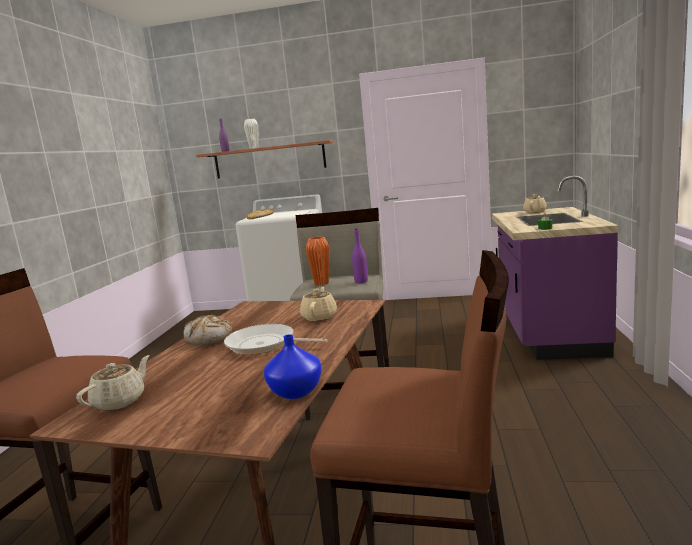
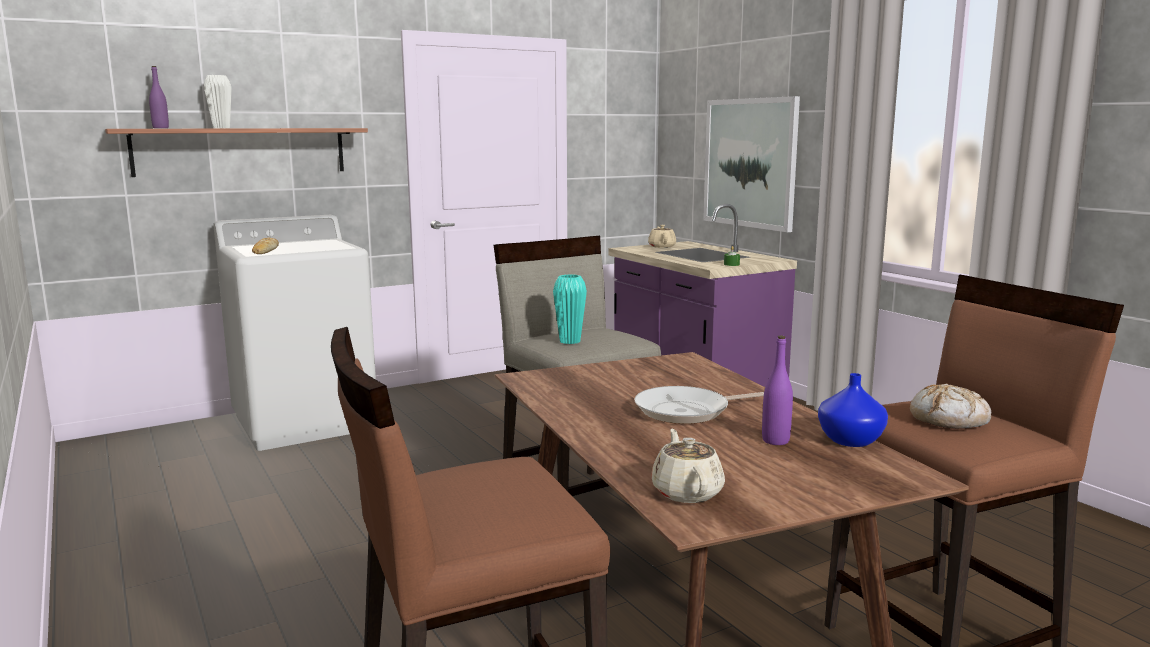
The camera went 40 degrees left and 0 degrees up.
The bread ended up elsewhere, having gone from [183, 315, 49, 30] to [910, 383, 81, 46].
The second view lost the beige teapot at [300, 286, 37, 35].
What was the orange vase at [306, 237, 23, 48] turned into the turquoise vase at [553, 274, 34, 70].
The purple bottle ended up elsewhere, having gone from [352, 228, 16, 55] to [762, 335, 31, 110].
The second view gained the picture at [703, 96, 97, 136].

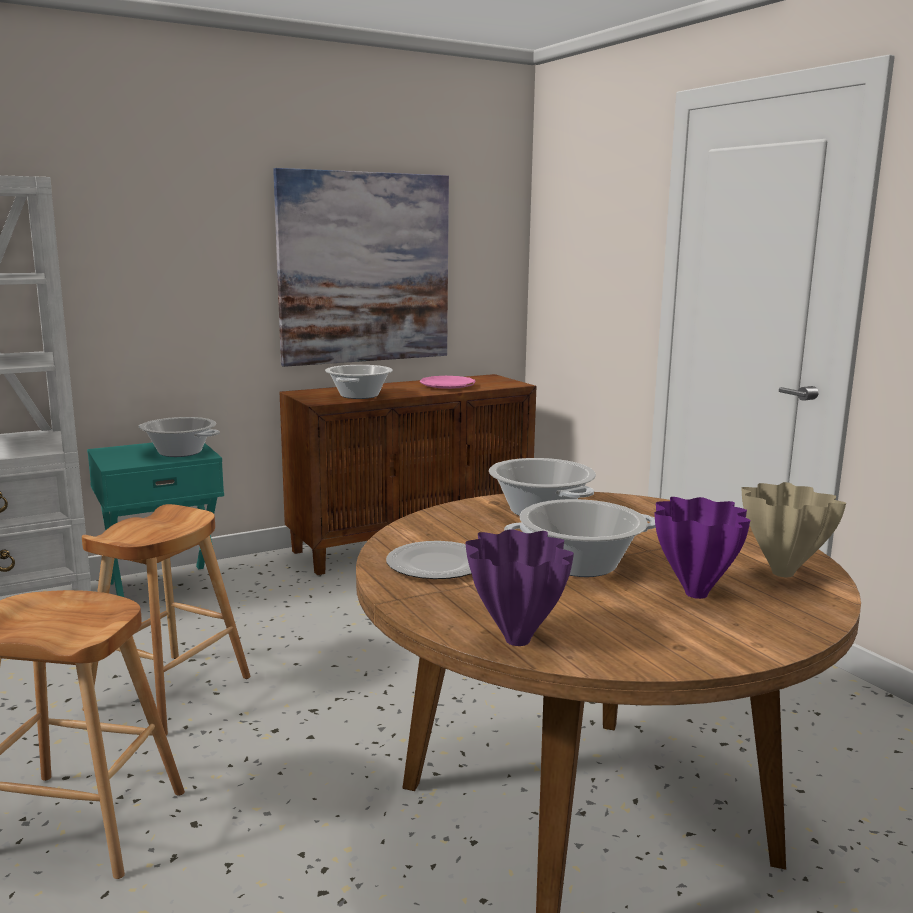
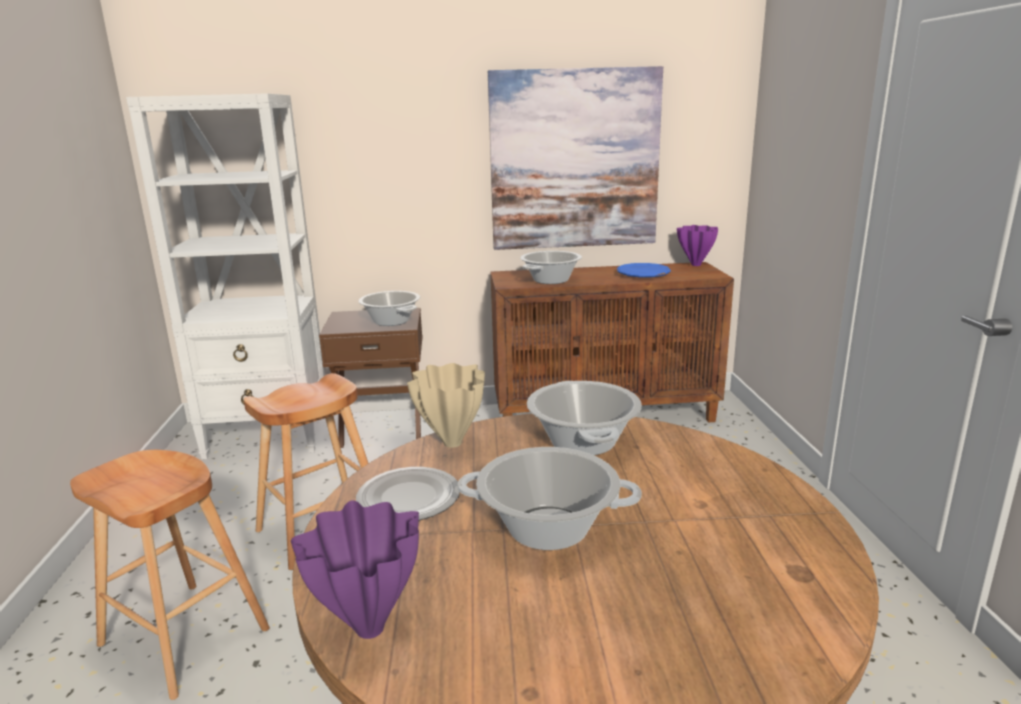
The camera went 25 degrees right and 5 degrees up.
What was the turquoise nightstand at [87, 443, 137, 154] turned into the brown nightstand at [319, 308, 104, 140].
What was the pink plate at [419, 376, 57, 13] turned into the blue plate at [617, 263, 54, 15].
The purple vase ended up elsewhere, having gone from [654, 497, 96, 102] to [677, 225, 41, 41].
The beige vase ended up elsewhere, having gone from [741, 482, 105, 95] to [407, 363, 78, 85].

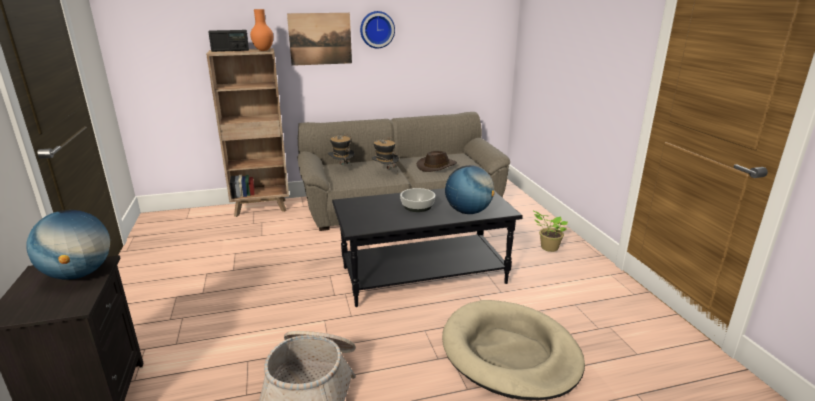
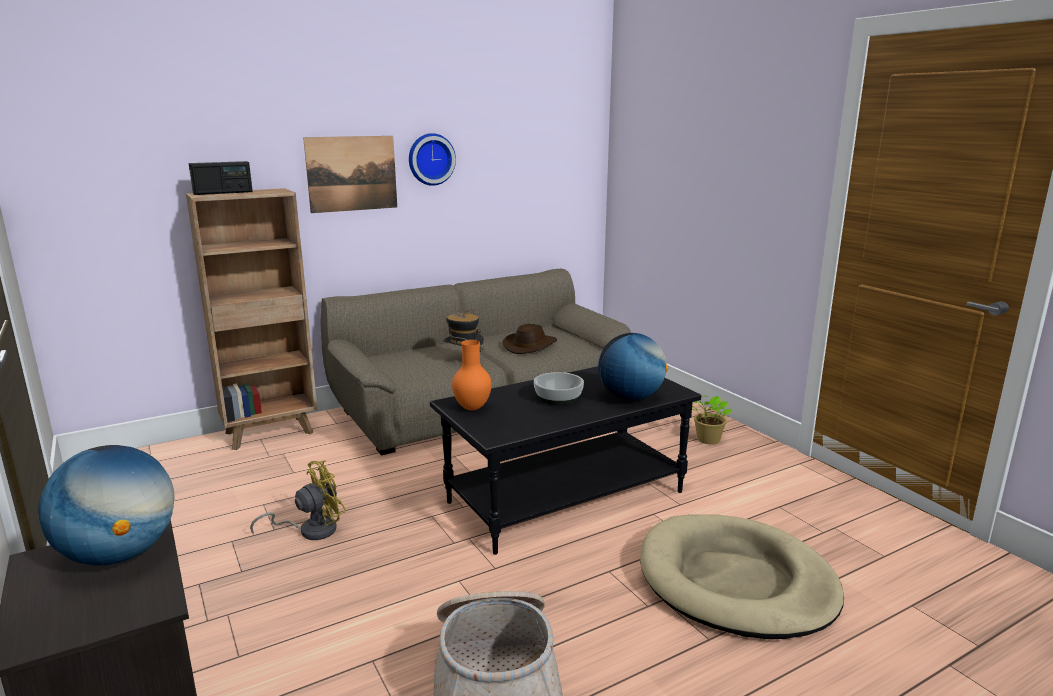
The camera went 15 degrees left and 5 degrees down.
The orange vase ended up elsewhere, having gone from [250, 9, 23, 42] to [452, 340, 40, 70].
The second view lost the hat at [328, 134, 26, 38].
The second view gained the yellow fan at [250, 460, 96, 80].

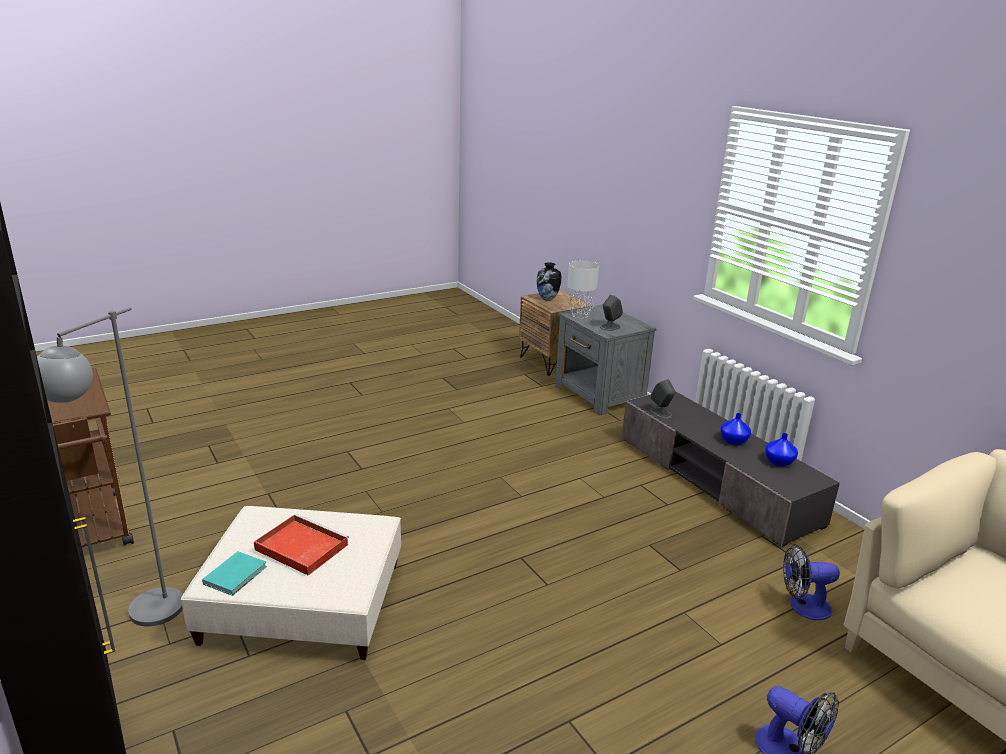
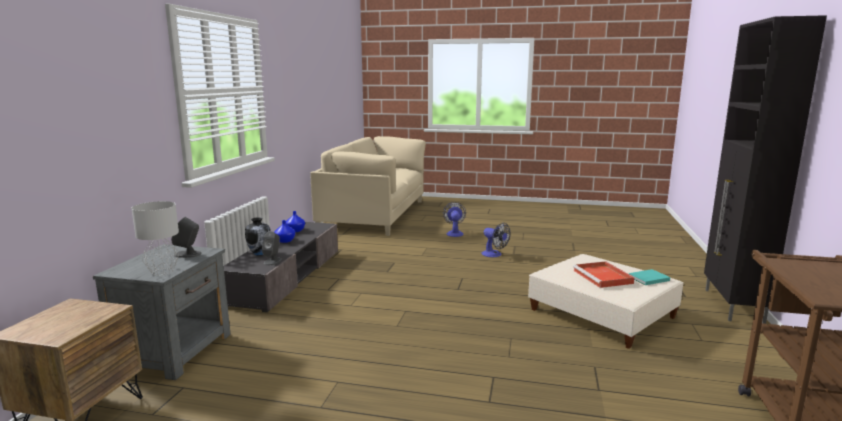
The camera went 135 degrees left and 10 degrees down.
The second view lost the grey floor lamp at [37, 307, 146, 319].
The vase ended up elsewhere, having gone from [536, 262, 25, 39] to [245, 217, 26, 38].
The fan ended up elsewhere, having gone from [783, 544, 57, 76] to [481, 223, 30, 34].

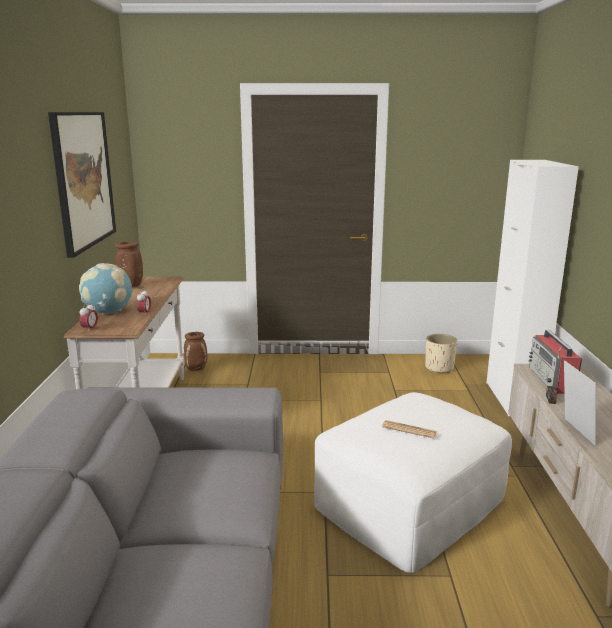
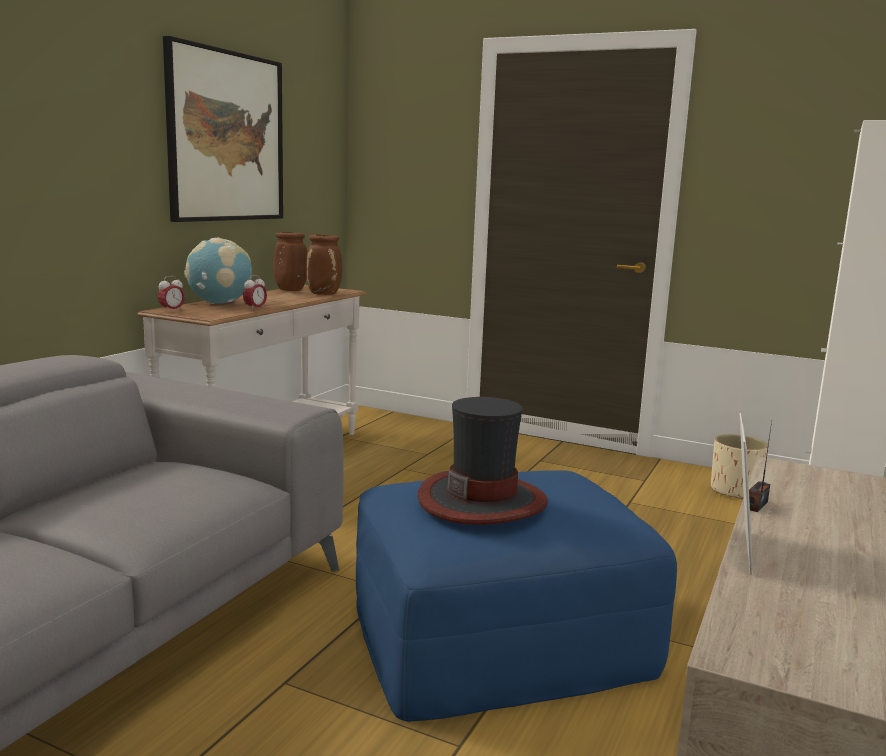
The camera went 25 degrees right and 5 degrees down.
The brown vase ended up elsewhere, having gone from [184, 332, 23, 39] to [306, 234, 36, 61].
What was the white ottoman at [314, 392, 198, 181] turned into the blue ottoman at [356, 470, 321, 252].
Where the newspaper stood at [382, 420, 55, 18], the hat came to stand at [417, 397, 131, 128].
The second view lost the radio at [529, 330, 53, 64].

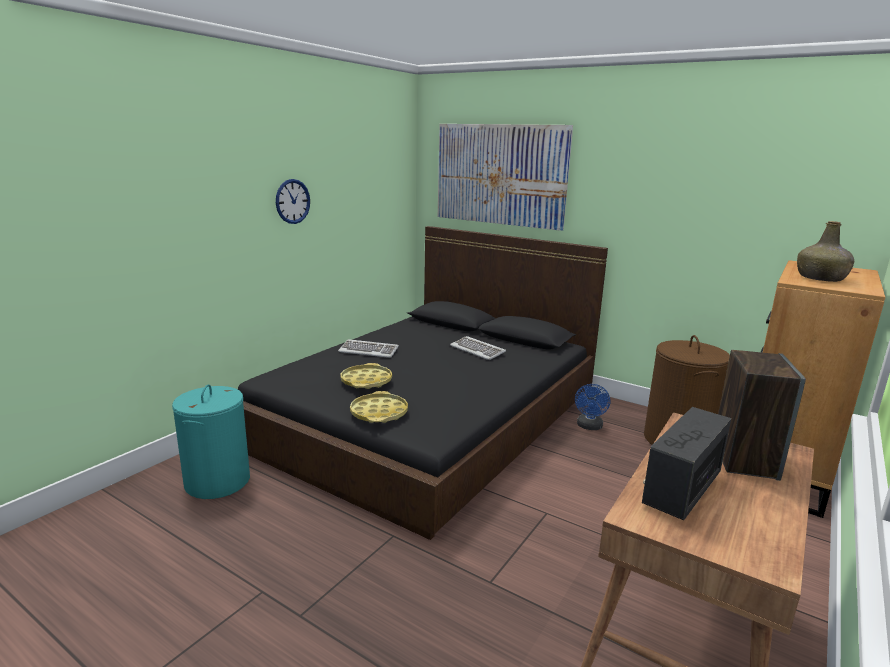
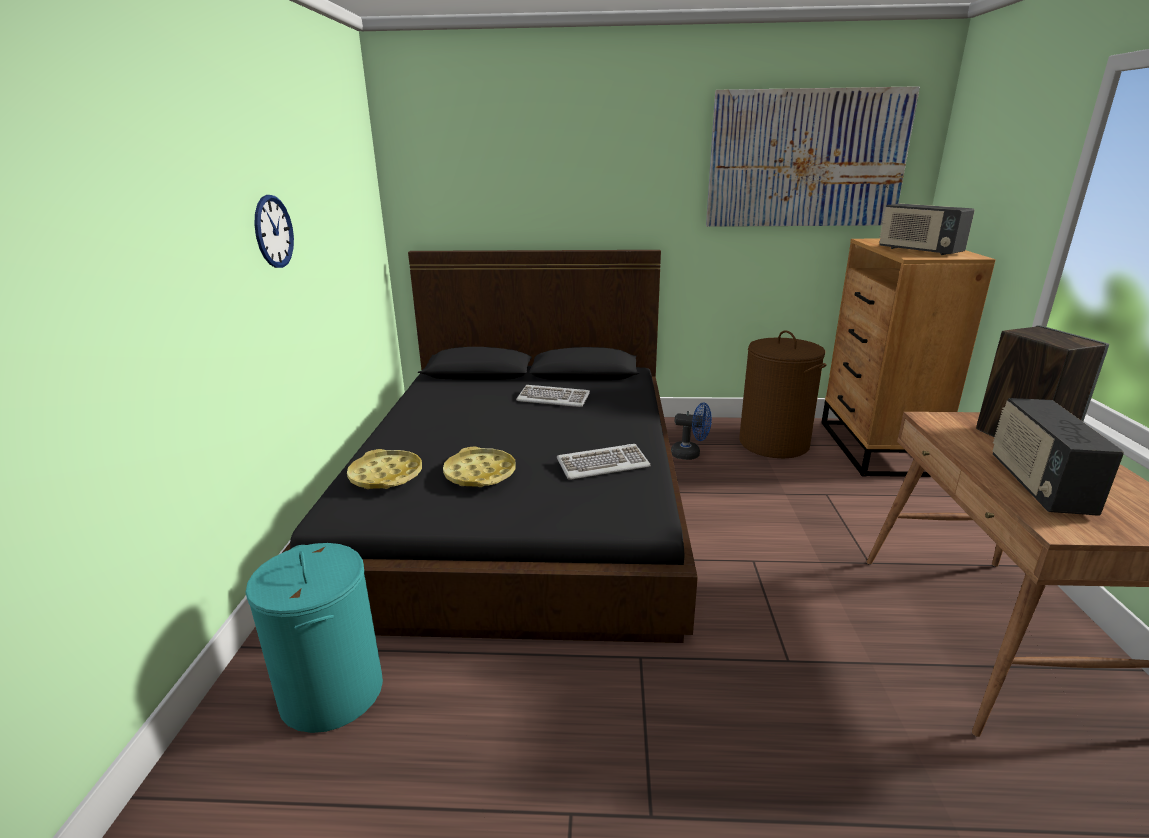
The camera went 30 degrees left and 5 degrees up.
The keyboard ended up elsewhere, having gone from [338, 339, 61, 19] to [557, 444, 94, 36].
The yellow tray ended up elsewhere, having gone from [350, 391, 58, 32] to [347, 449, 75, 40].
The picture ended up elsewhere, having gone from [438, 124, 135, 107] to [706, 86, 214, 141].
The blue fan at [575, 384, 35, 46] ended up facing another way, 60 degrees counterclockwise from before.
Where the green bottle stood at [797, 221, 57, 61], the radio came to stand at [879, 204, 96, 51].

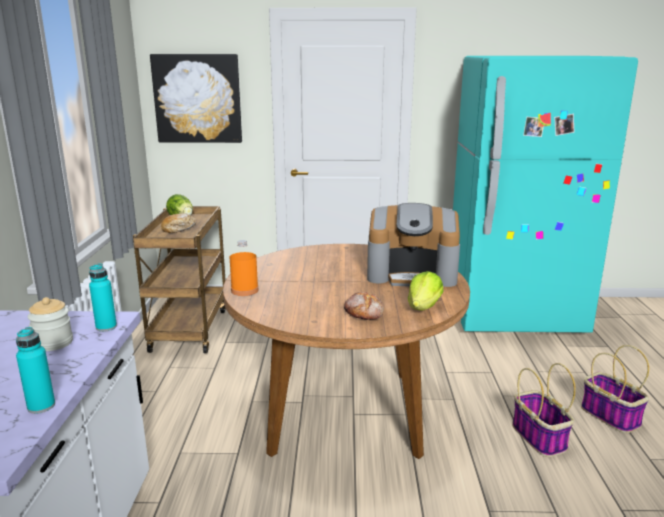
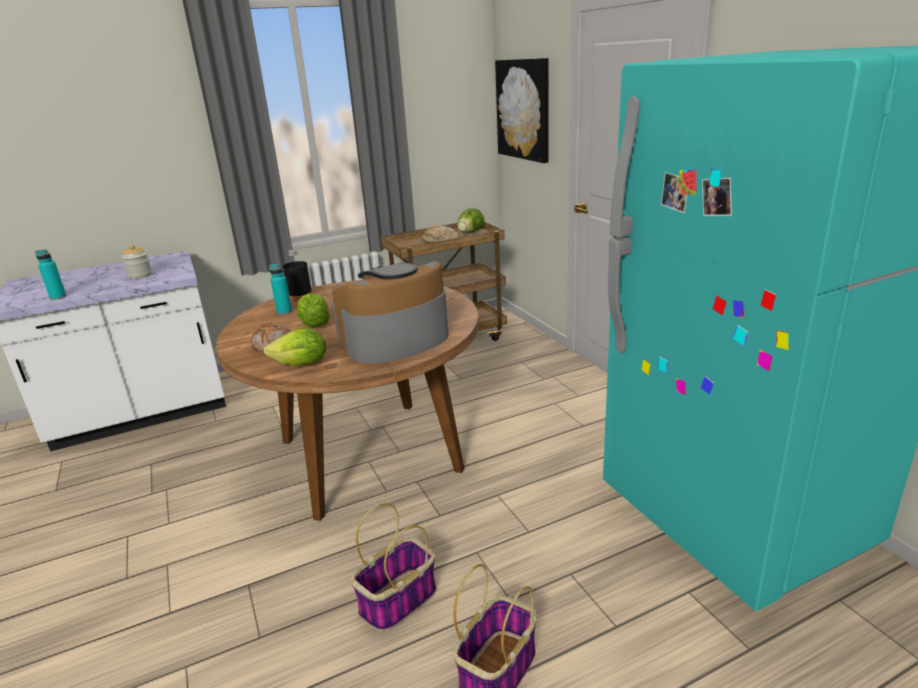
The camera went 65 degrees right and 5 degrees up.
The turquoise bottle ended up elsewhere, having gone from [89, 264, 28, 68] to [269, 264, 23, 51].
What was the orange bottle at [230, 240, 28, 56] turned into the black bottle at [282, 250, 31, 51].
The coffee machine at [367, 203, 93, 84] ended up facing another way, 75 degrees clockwise from before.
The second view gained the lettuce at [297, 293, 33, 34].

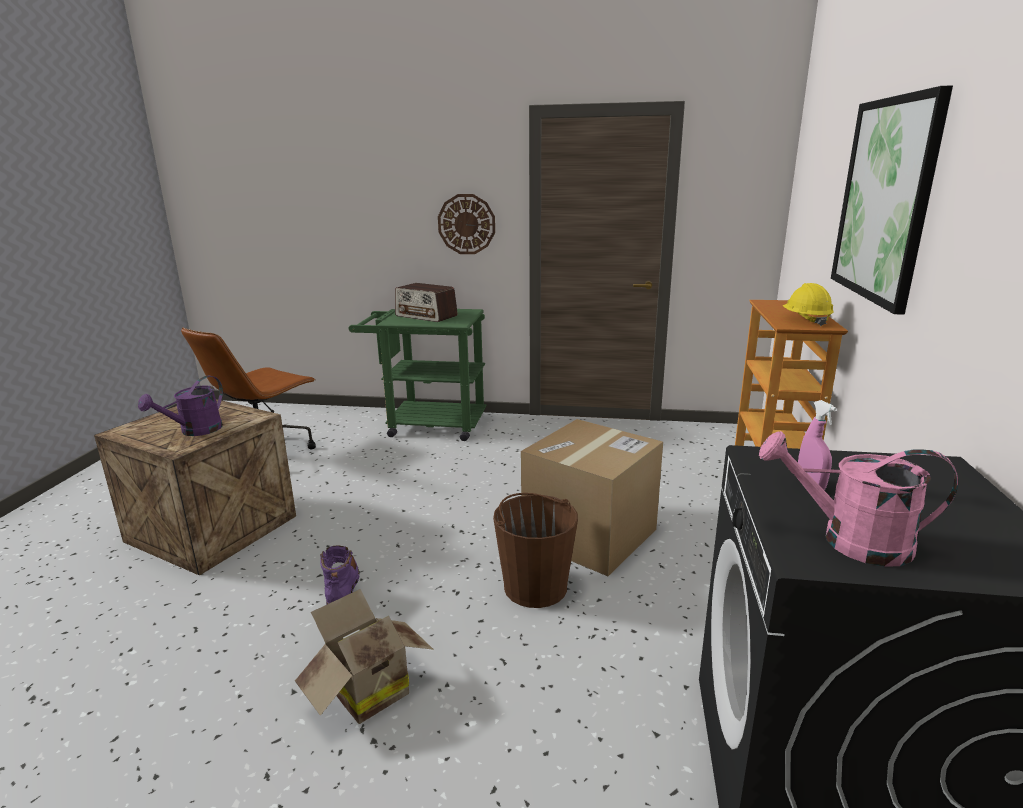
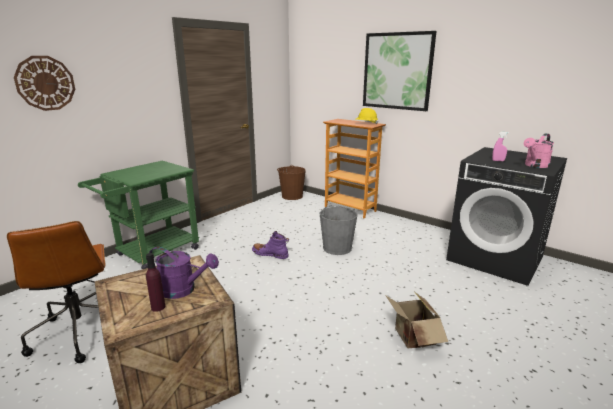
The camera went 60 degrees left and 0 degrees up.
The purple watering can at [138, 376, 85, 60] ended up facing another way, 45 degrees counterclockwise from before.
The purple boot ended up elsewhere, having gone from [320, 545, 39, 60] to [252, 231, 37, 28].
The second view lost the radio at [395, 283, 63, 39].
The wall clock ended up elsewhere, having gone from [438, 194, 57, 60] to [14, 56, 61, 55].
The brown bucket ended up elsewhere, having gone from [493, 493, 85, 115] to [277, 166, 29, 34].
Where the cardboard box stood at [521, 419, 142, 157], the grey bucket came to stand at [320, 205, 38, 50].
The second view gained the purple bottle at [146, 253, 19, 59].

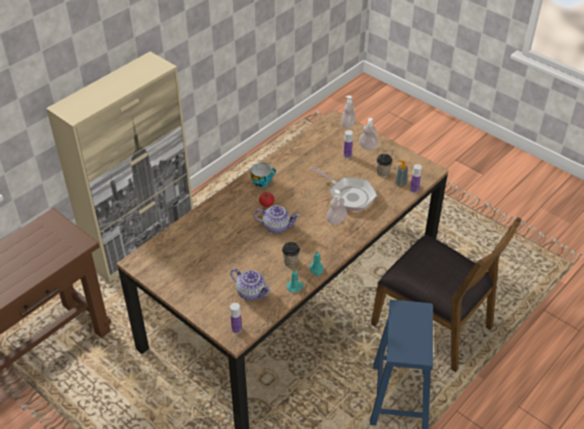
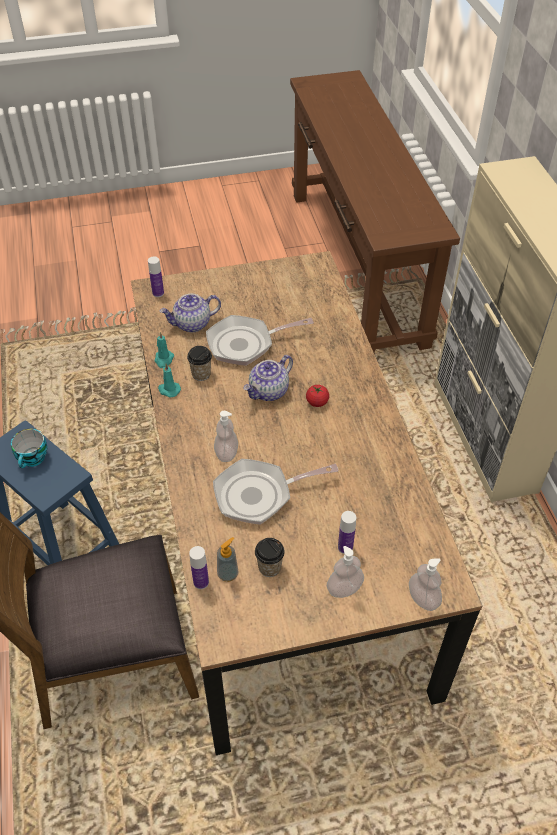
The camera went 125 degrees right and 5 degrees up.
The cup ended up elsewhere, having gone from [251, 163, 25, 25] to [11, 429, 36, 39].
The second view gained the frying pan at [206, 315, 108, 51].

